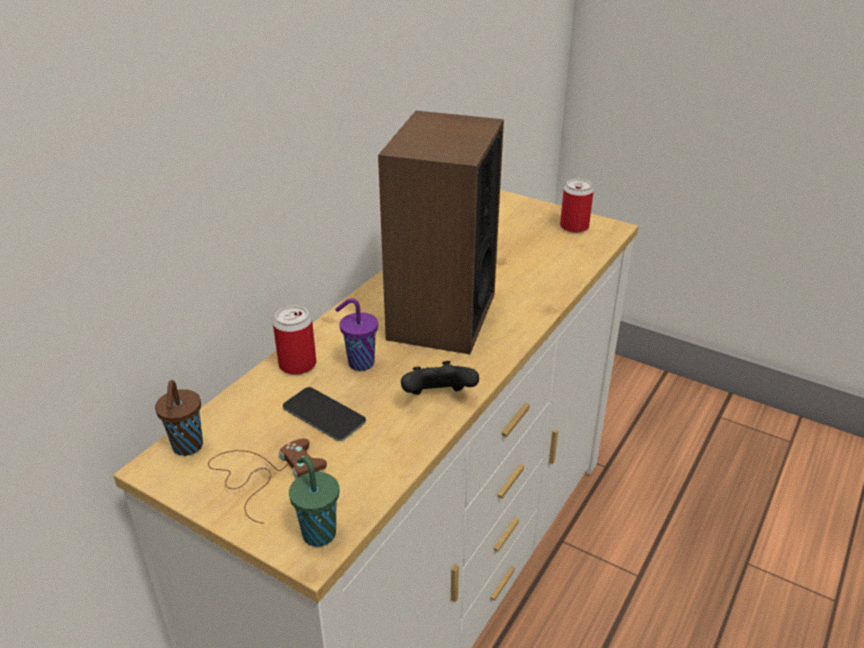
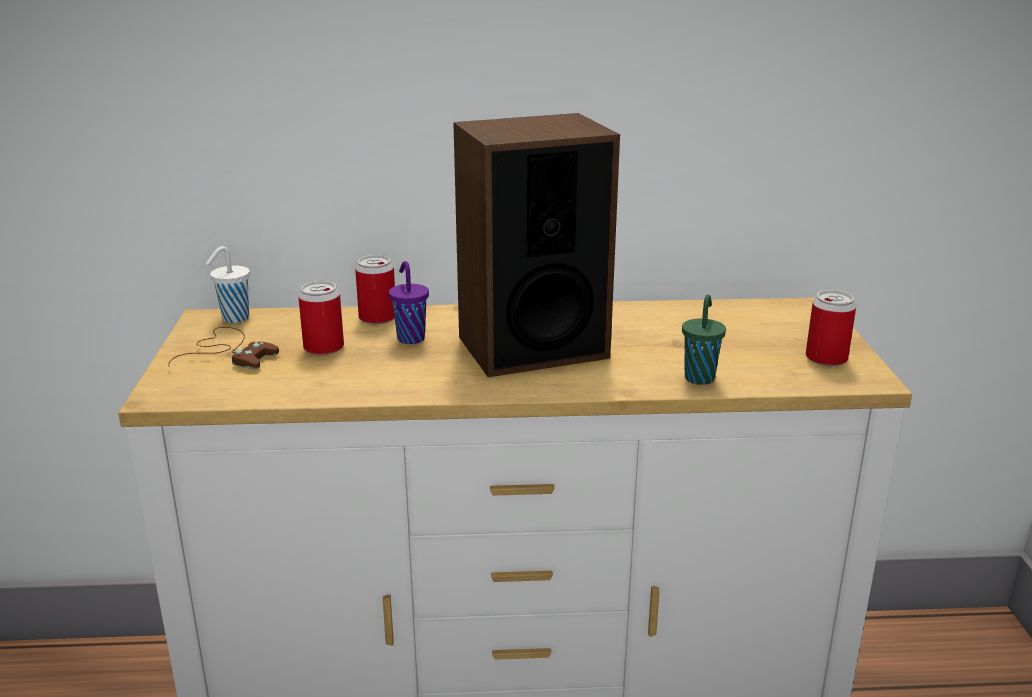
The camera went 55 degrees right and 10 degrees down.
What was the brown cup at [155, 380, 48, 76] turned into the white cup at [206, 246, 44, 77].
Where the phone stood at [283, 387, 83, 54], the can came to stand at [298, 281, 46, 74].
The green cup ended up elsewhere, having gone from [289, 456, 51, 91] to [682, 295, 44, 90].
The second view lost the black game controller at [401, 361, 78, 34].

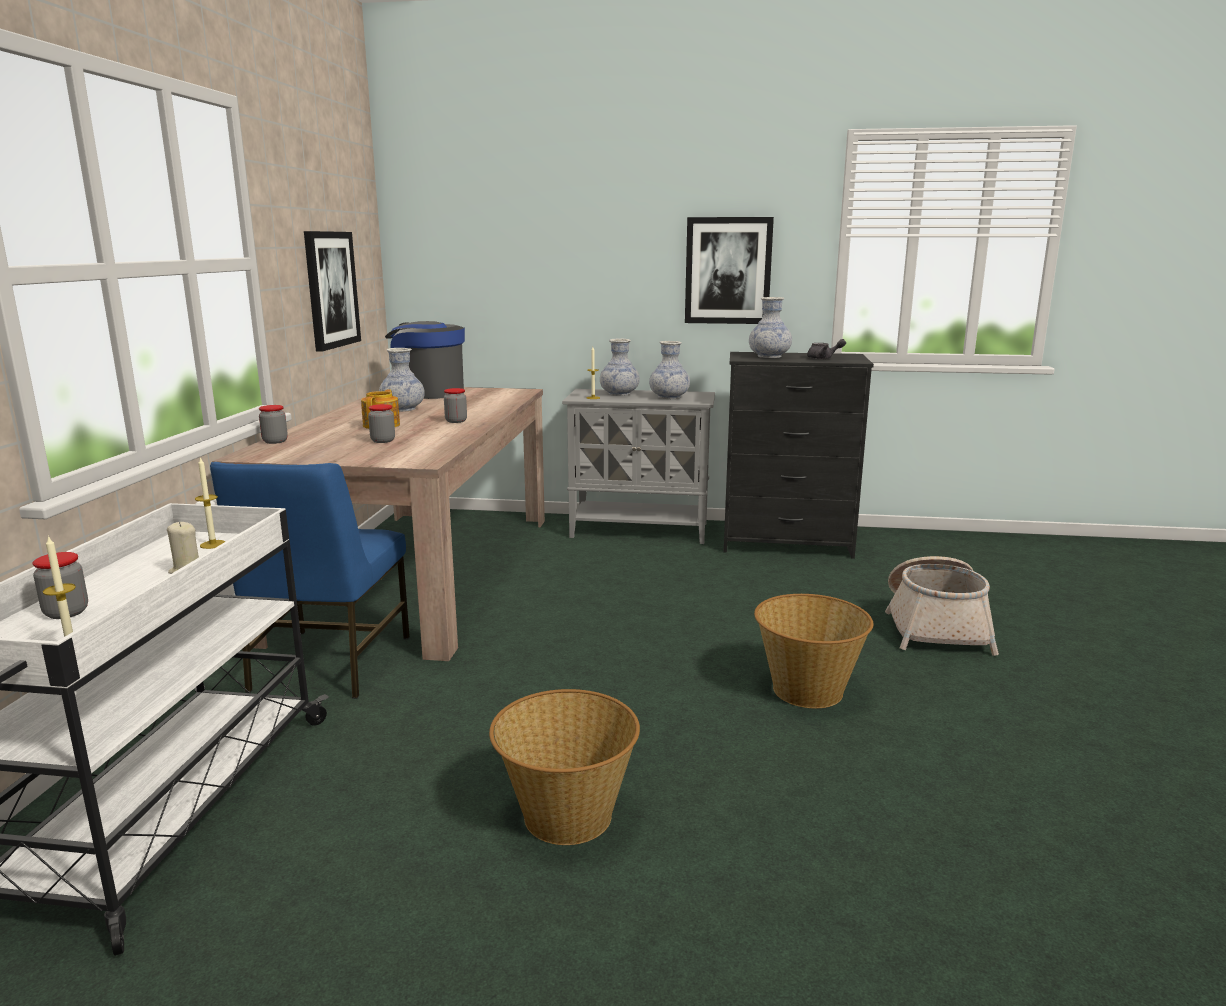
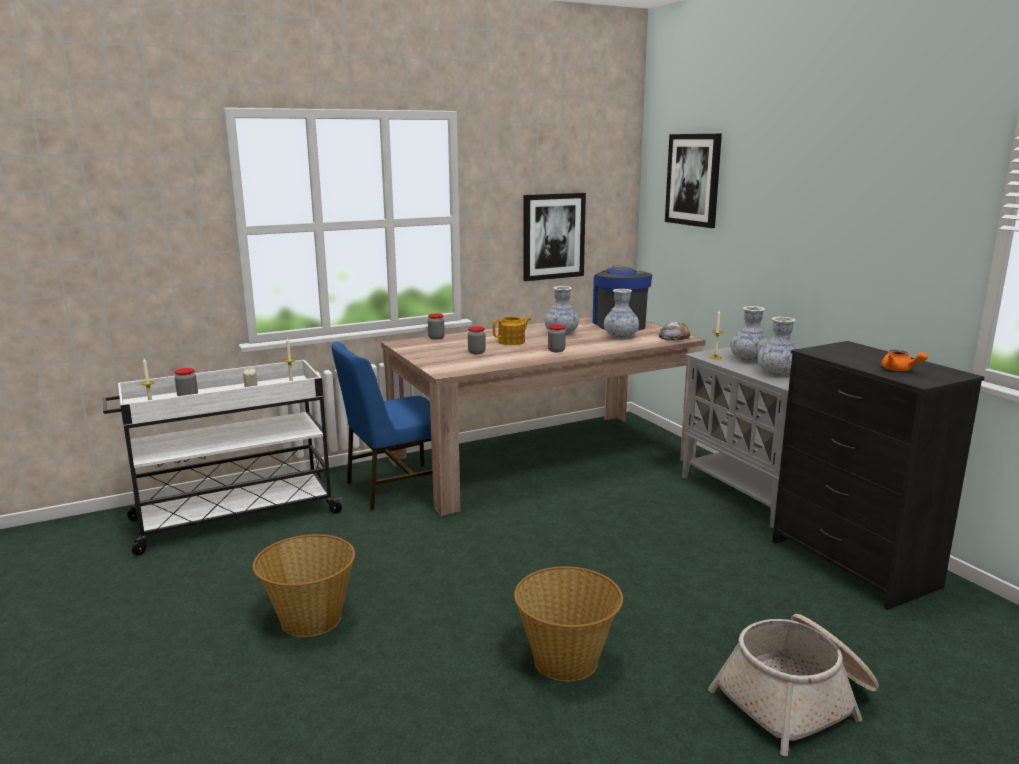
The camera went 55 degrees right and 0 degrees up.
The picture ended up elsewhere, having gone from [685, 217, 89, 107] to [665, 134, 57, 94].
The vase ended up elsewhere, having gone from [749, 297, 43, 61] to [604, 289, 35, 50].
What was the grey teapot at [807, 339, 39, 20] turned into the orange teapot at [881, 350, 47, 21].
The second view gained the bread at [659, 321, 32, 20].

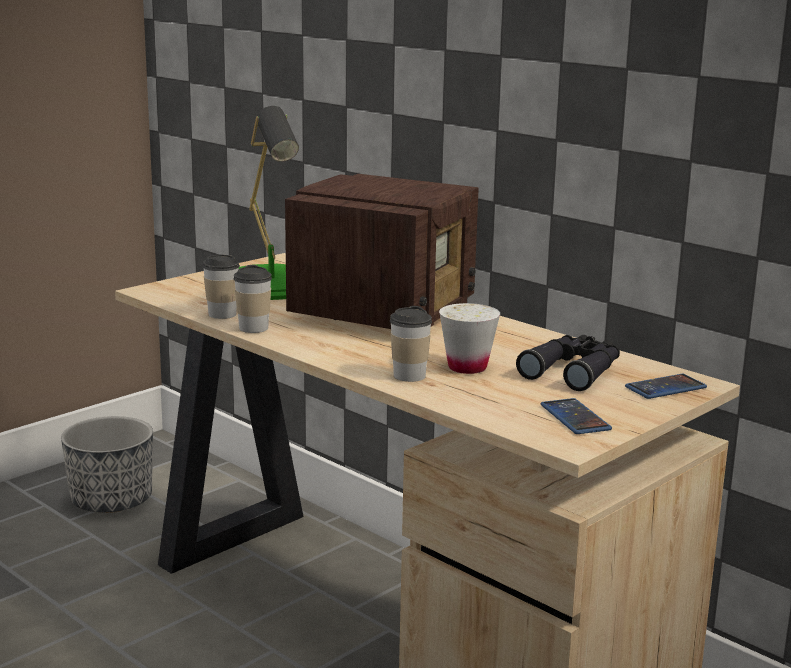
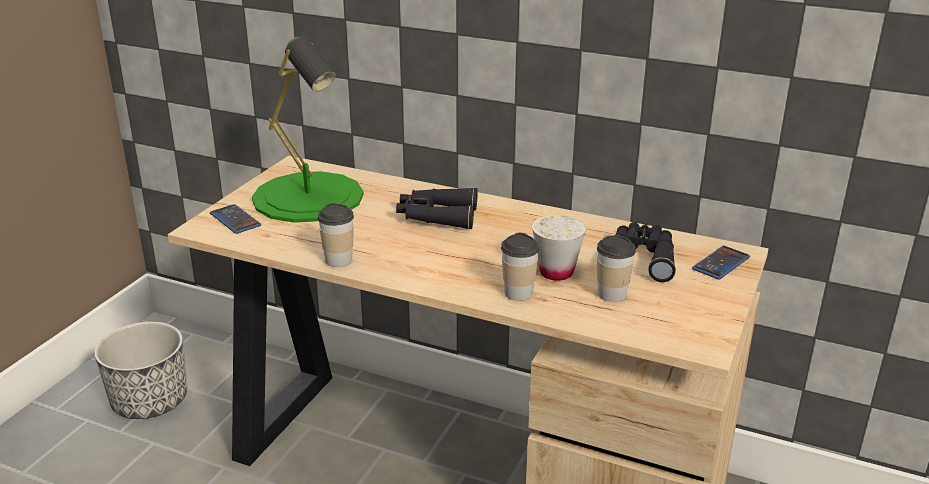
The camera went 20 degrees left and 10 degrees up.
The cup ended up elsewhere, having gone from [202, 255, 38, 64] to [597, 235, 39, 67].
Where the radio stood at [285, 174, 194, 155], the black binoculars came to stand at [396, 187, 82, 42].
The phone ended up elsewhere, having gone from [541, 398, 71, 36] to [210, 204, 51, 30].

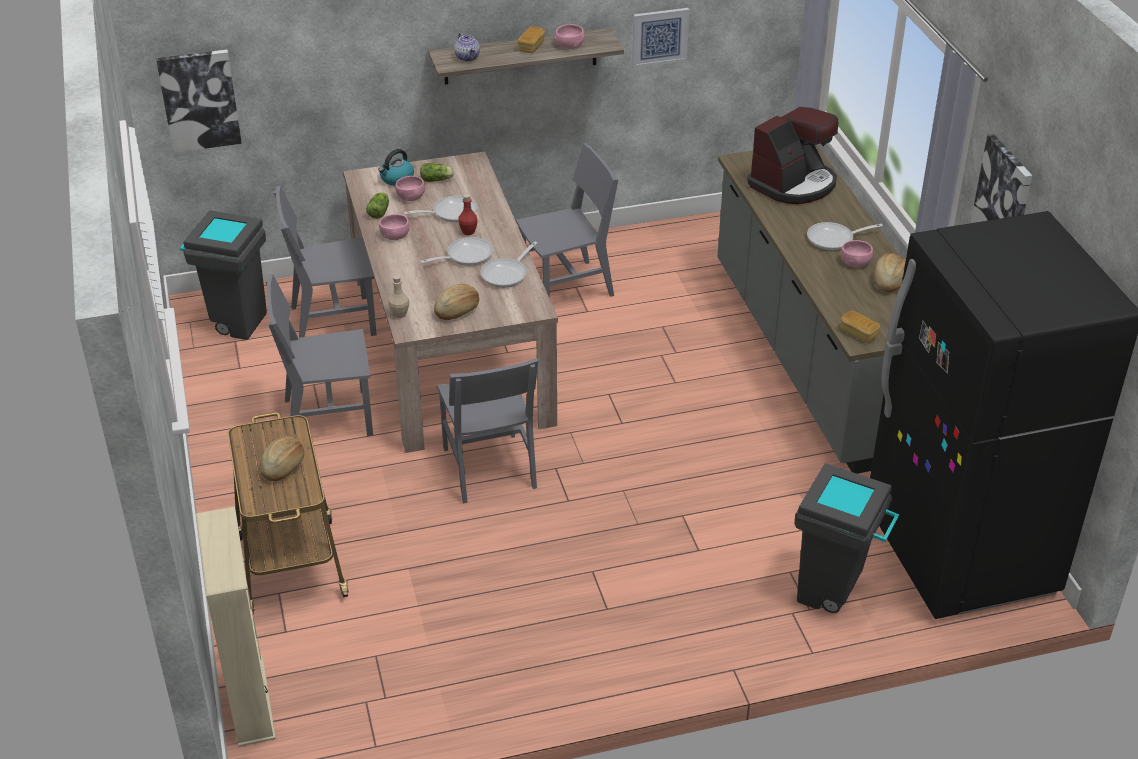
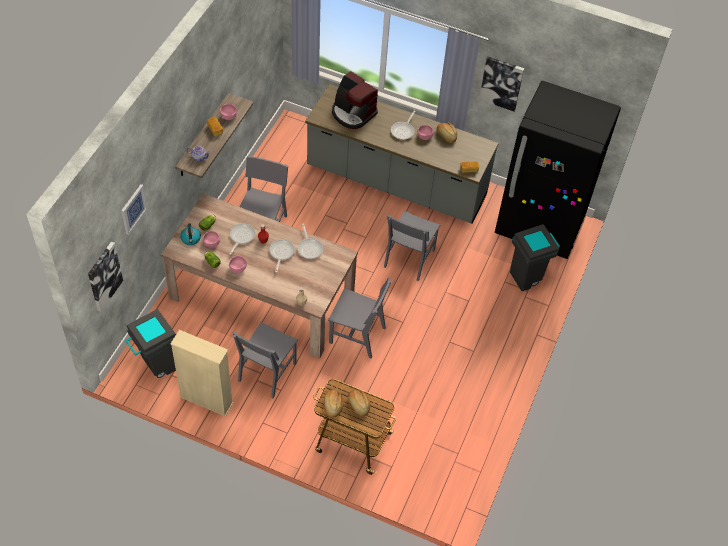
The camera went 55 degrees left and 15 degrees up.
The beige bookcase ended up elsewhere, having gone from [196, 507, 80, 240] to [171, 330, 63, 87].
The grey chair ended up elsewhere, having gone from [274, 185, 103, 153] to [384, 211, 56, 70].
The bread ended up elsewhere, having gone from [434, 284, 45, 36] to [324, 390, 20, 28].
The picture ended up elsewhere, having gone from [632, 8, 57, 60] to [121, 184, 26, 51].
The coffee machine at [748, 107, 91, 97] ended up facing another way, 135 degrees clockwise from before.

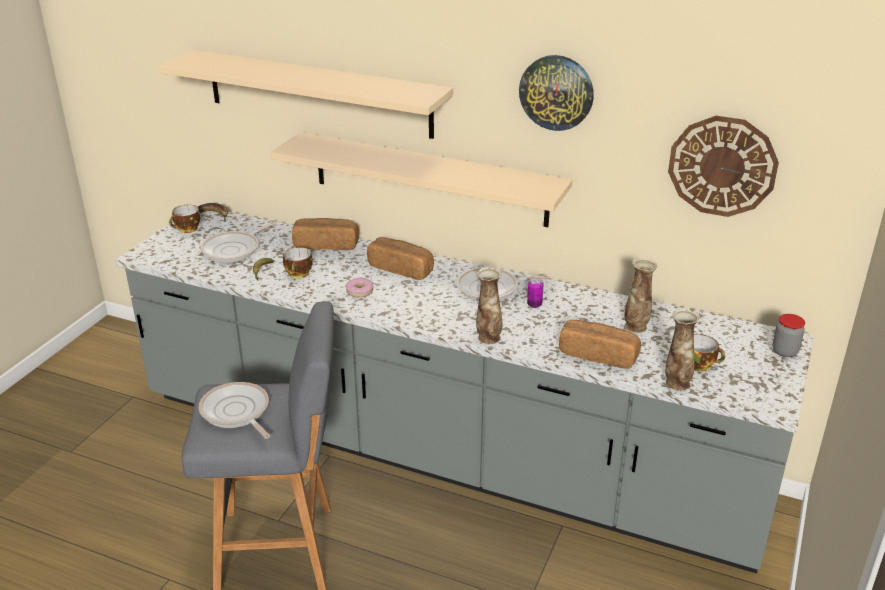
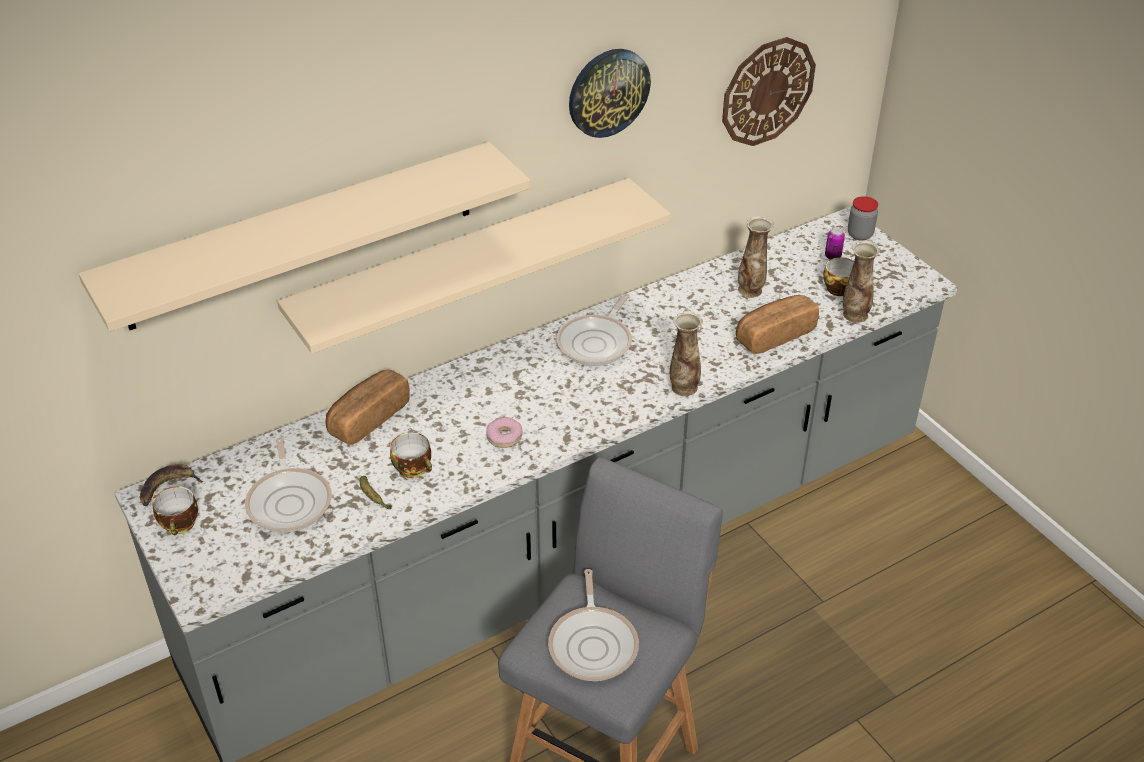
The camera went 55 degrees left and 10 degrees up.
The frying pan at [199, 382, 72, 57] ended up facing another way, 90 degrees counterclockwise from before.
The second view lost the bread at [367, 237, 67, 43].
The can ended up elsewhere, having gone from [527, 277, 16, 31] to [825, 227, 20, 32].

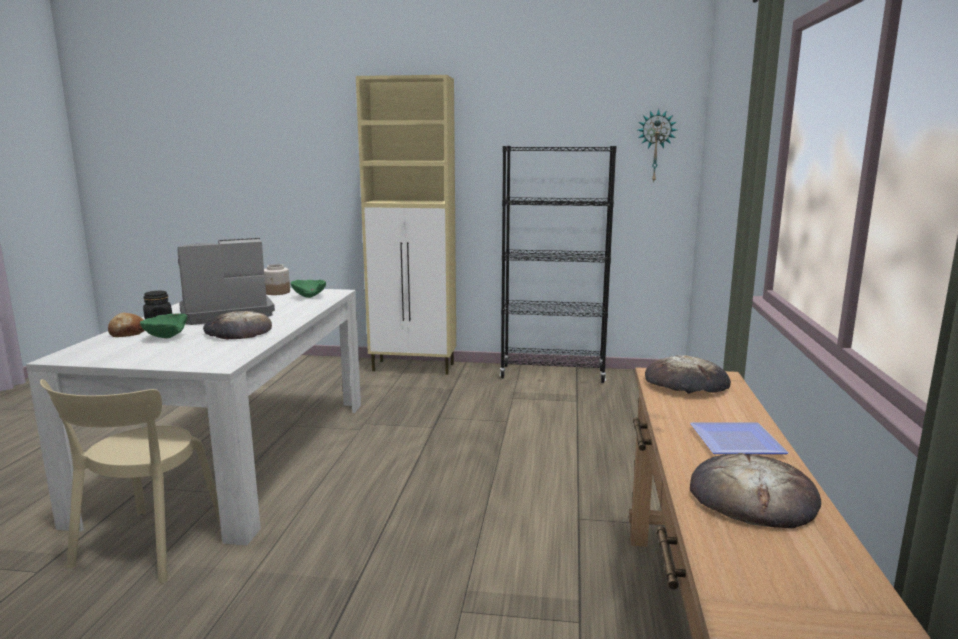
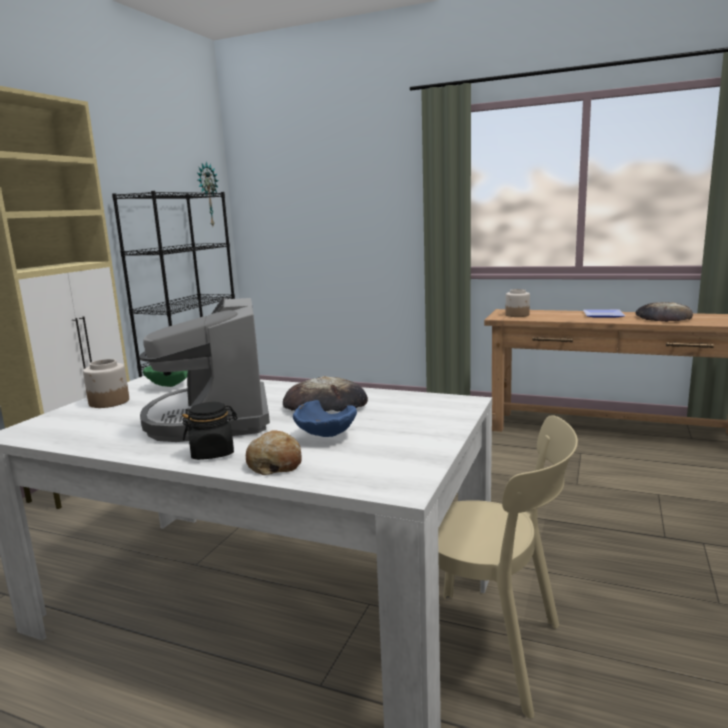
The camera went 75 degrees left and 0 degrees up.
What was the green bowl at [140, 313, 47, 25] turned into the blue bowl at [293, 400, 64, 37].
Where the bread stood at [645, 355, 86, 39], the jar came to stand at [505, 289, 25, 28].

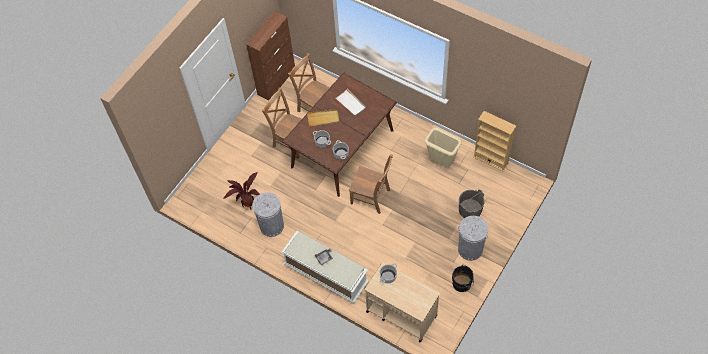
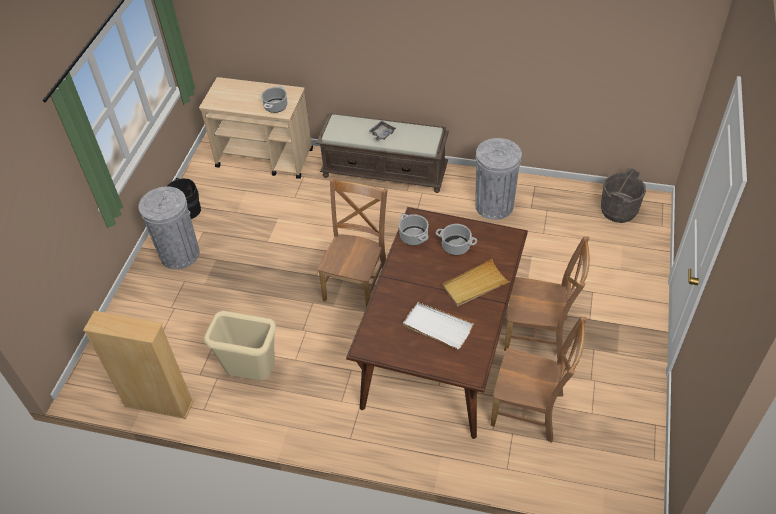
The camera went 160 degrees right and 10 degrees down.
The second view lost the potted plant at [224, 172, 36, 37].
The second view lost the brown cabinet at [246, 11, 49, 89].
What was the white bench at [281, 231, 88, 73] turned into the brown bench at [316, 113, 133, 80].
The brown chair at [349, 155, 44, 59] ended up facing another way, 105 degrees clockwise from before.
The grey bucket ended up elsewhere, having gone from [459, 189, 25, 29] to [601, 168, 45, 55].

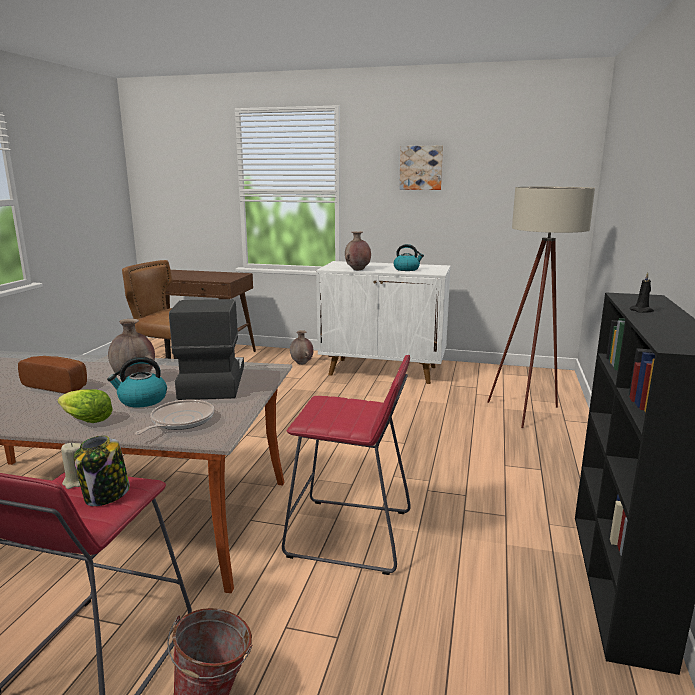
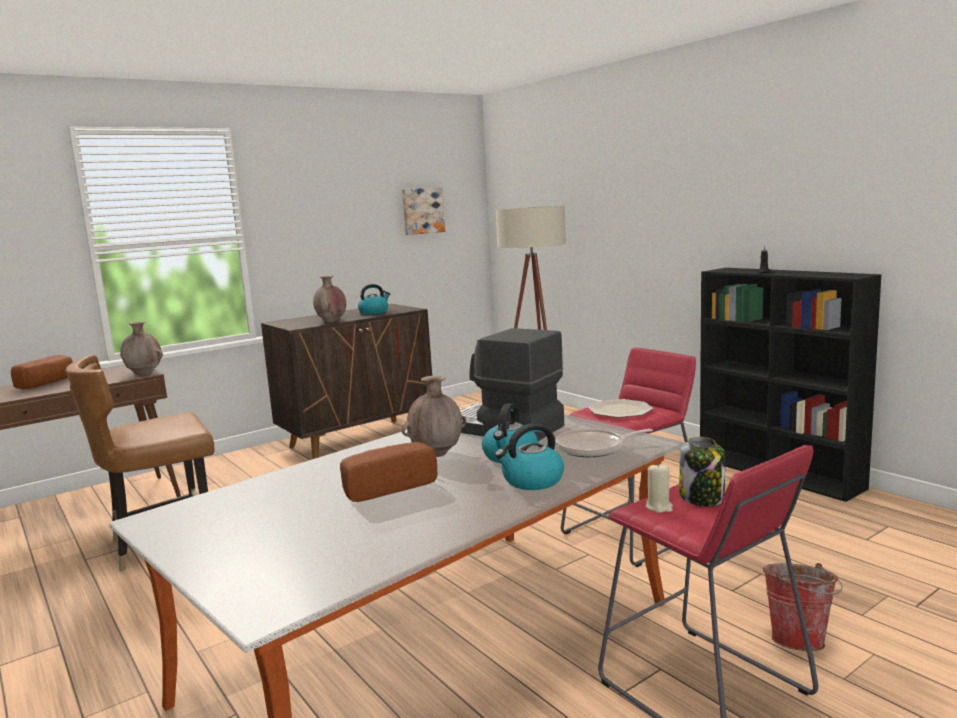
The camera went 50 degrees left and 5 degrees down.
Where the lettuce stood at [58, 389, 55, 34], the kettle came to stand at [495, 423, 69, 67].
The frying pan at [135, 399, 79, 36] ended up facing another way, 75 degrees counterclockwise from before.
The brown vase ended up elsewhere, having gone from [290, 330, 24, 35] to [120, 321, 43, 54].
What was the white cabinet at [316, 261, 135, 123] turned into the brown cabinet at [261, 304, 171, 155].
The picture ended up elsewhere, having gone from [399, 146, 44, 44] to [402, 187, 43, 48].
The second view gained the bread at [11, 355, 62, 34].
The second view gained the plate at [589, 399, 64, 19].

